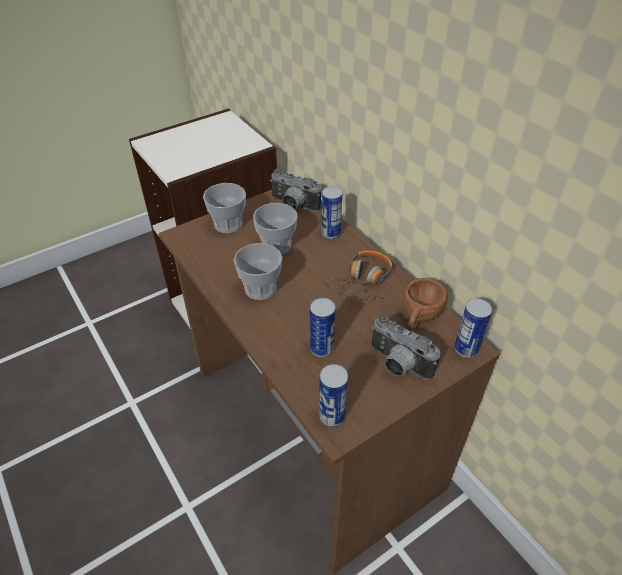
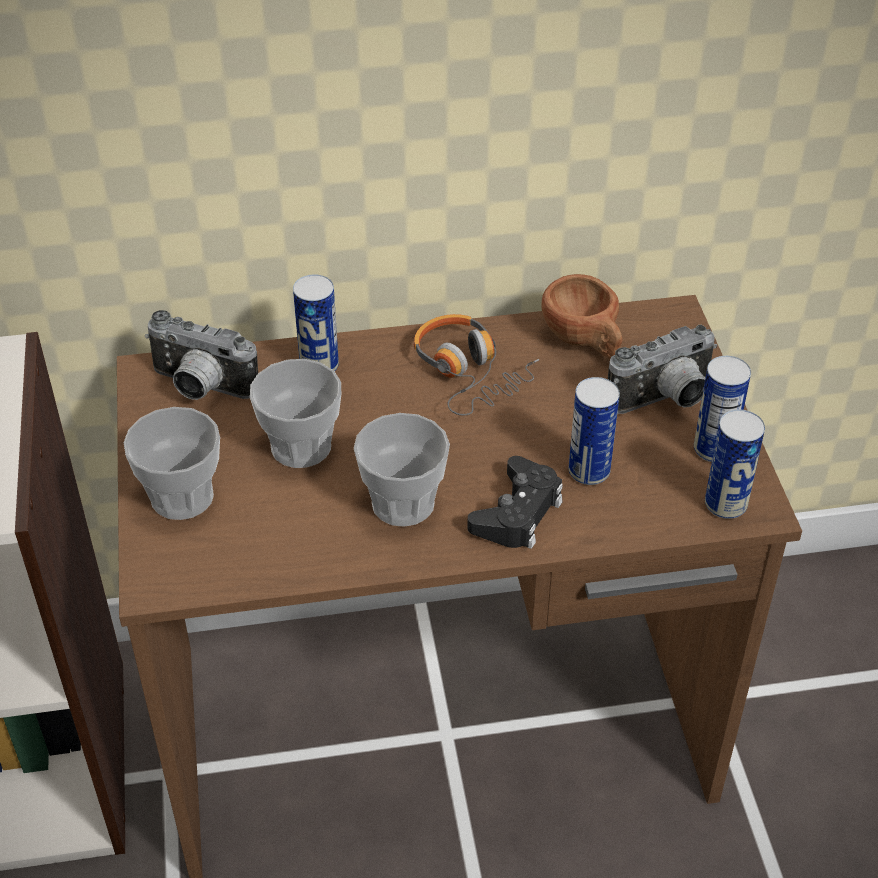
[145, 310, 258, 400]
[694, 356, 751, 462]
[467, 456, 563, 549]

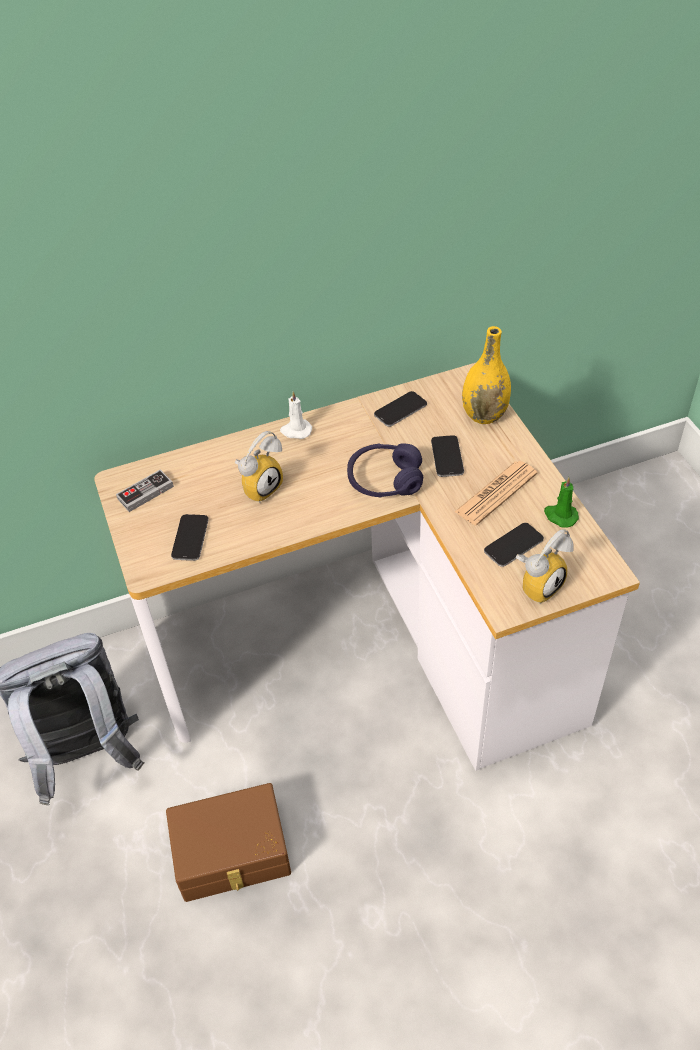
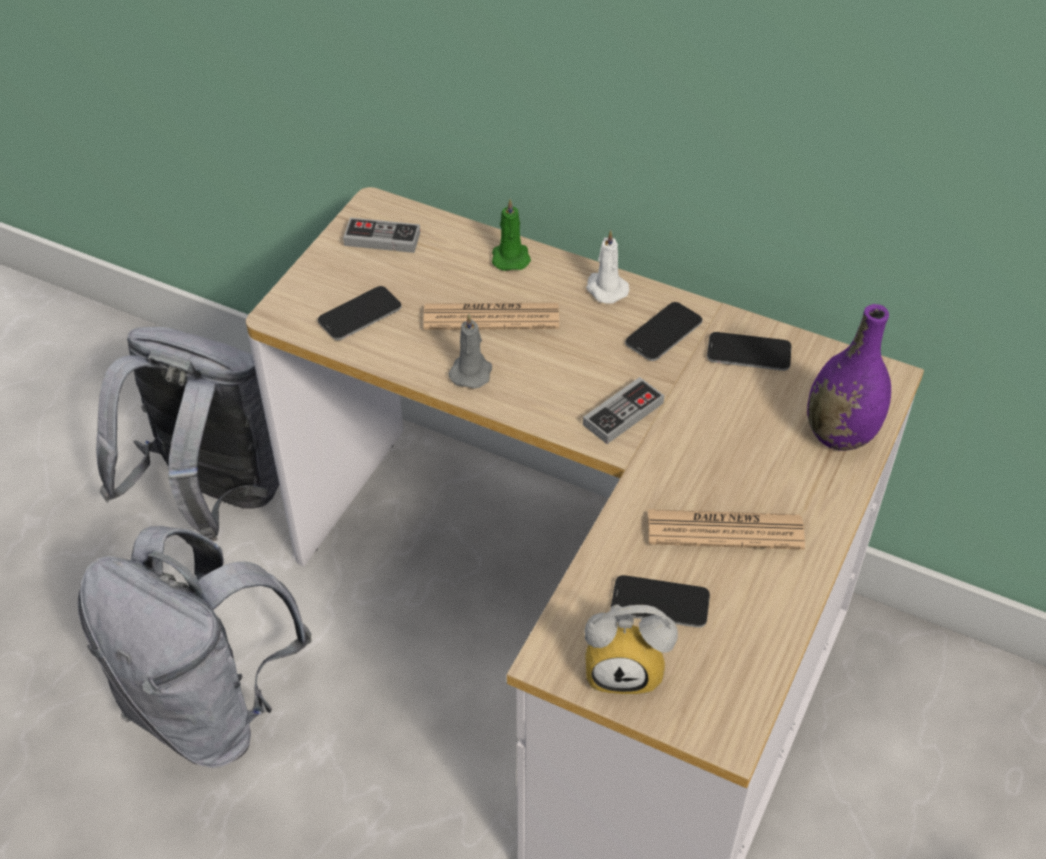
[807, 304, 891, 451]
[423, 303, 559, 330]
[625, 302, 702, 361]
[583, 377, 664, 444]
[492, 199, 531, 271]
[78, 526, 312, 768]
[448, 314, 492, 389]

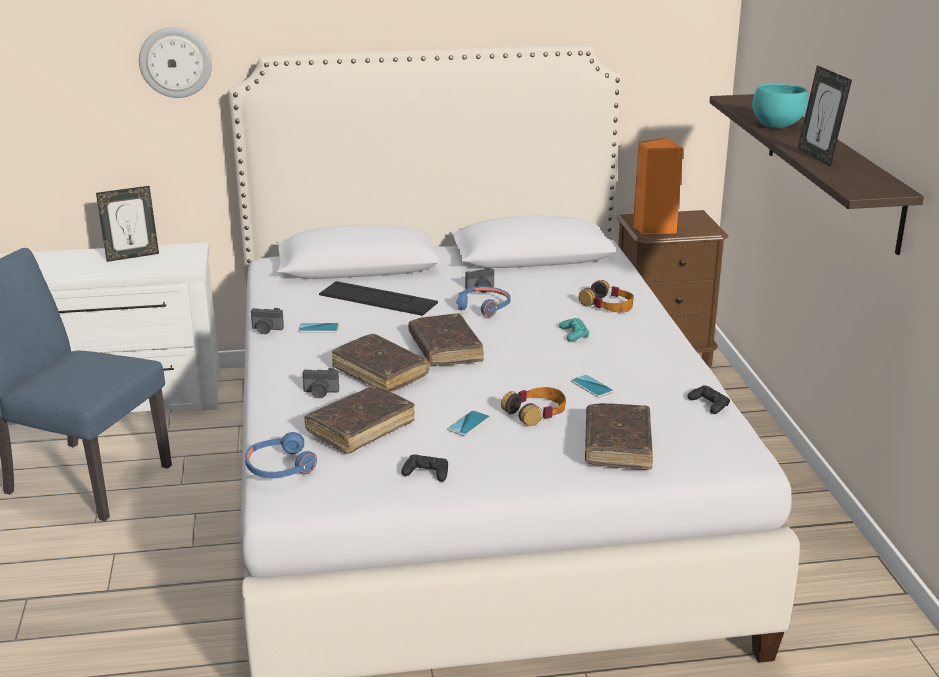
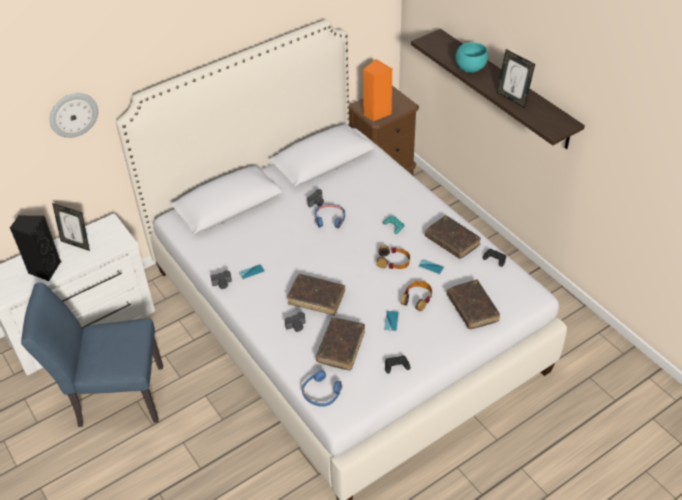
[52, 203, 90, 251]
[376, 245, 410, 269]
[319, 281, 438, 316] (first image)
[425, 215, 481, 259]
[10, 216, 61, 281]

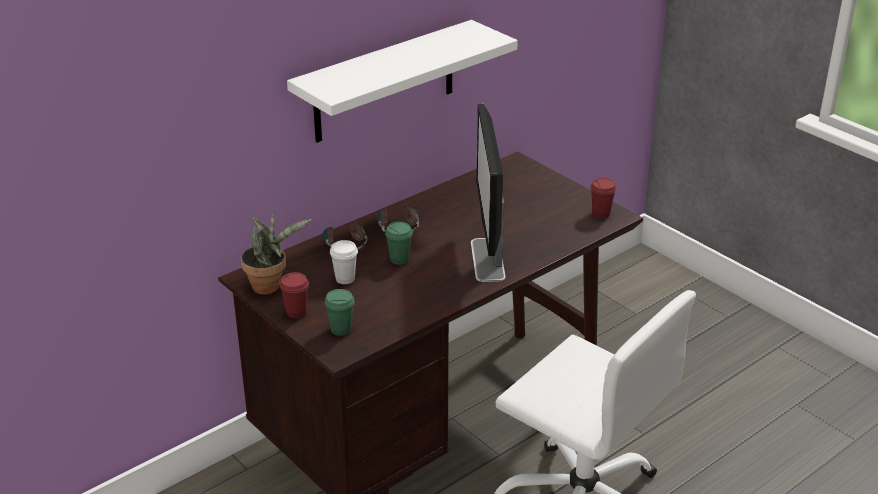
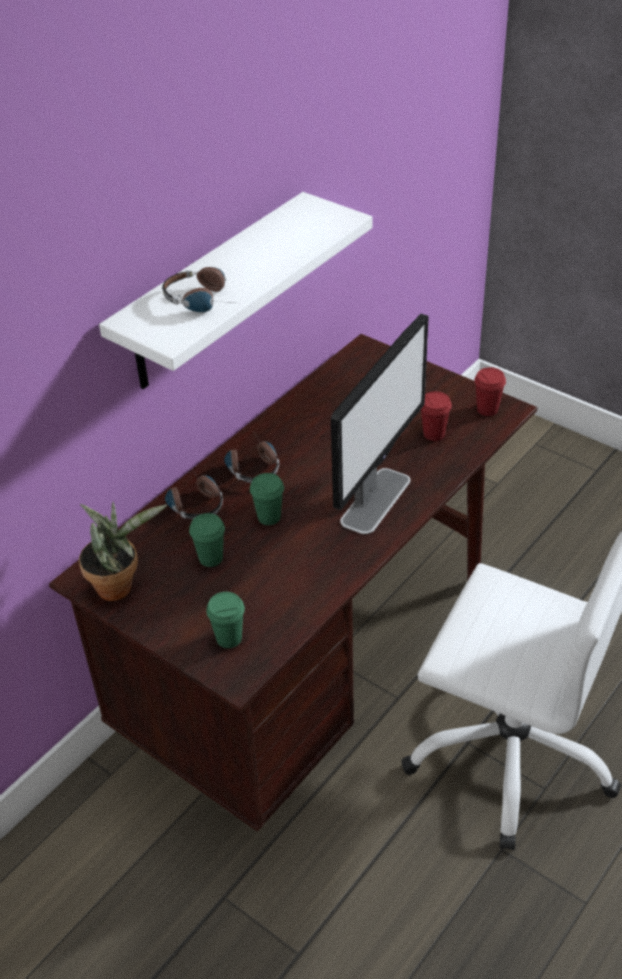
[331, 314, 429, 534]
[189, 513, 225, 567]
[421, 391, 452, 441]
[162, 267, 234, 312]

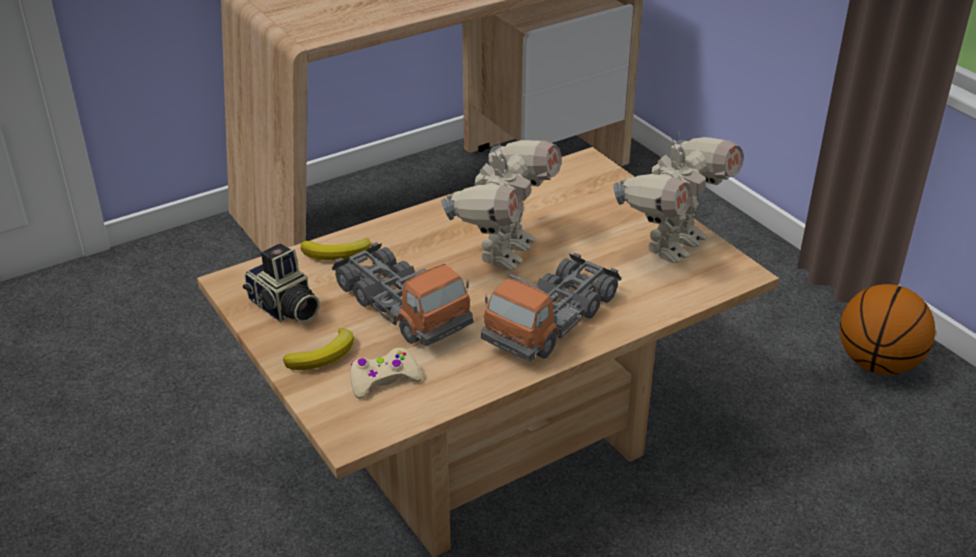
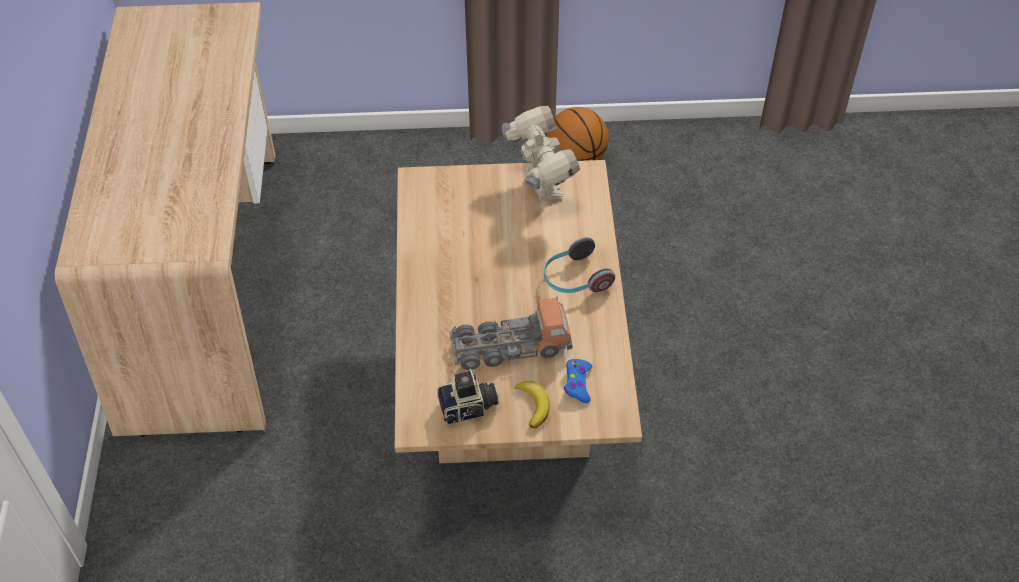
[441, 138, 562, 270] (first image)
[301, 238, 371, 260] (first image)
[544, 237, 615, 293]
[564, 359, 592, 404]

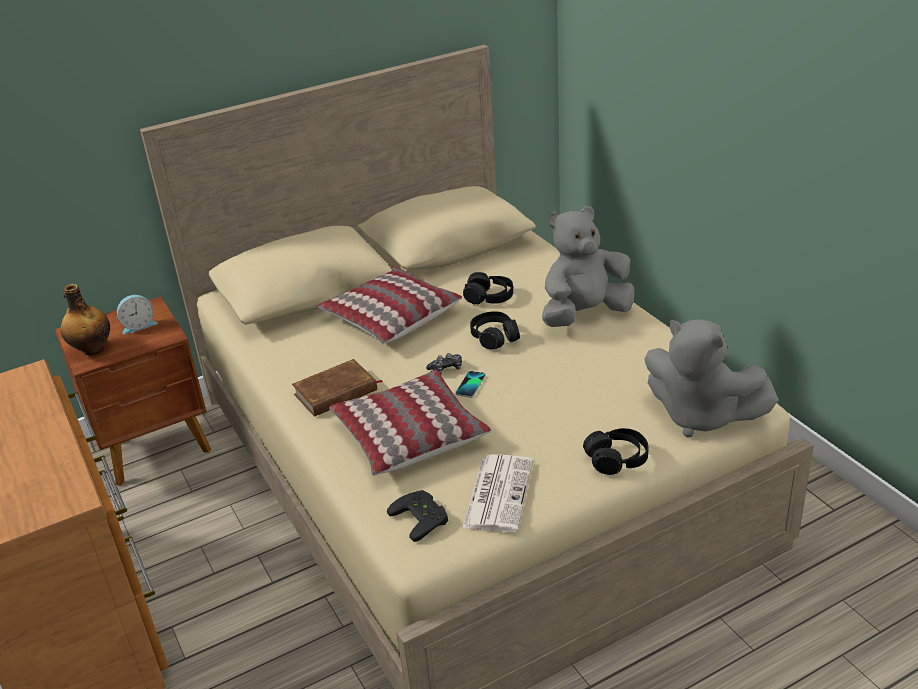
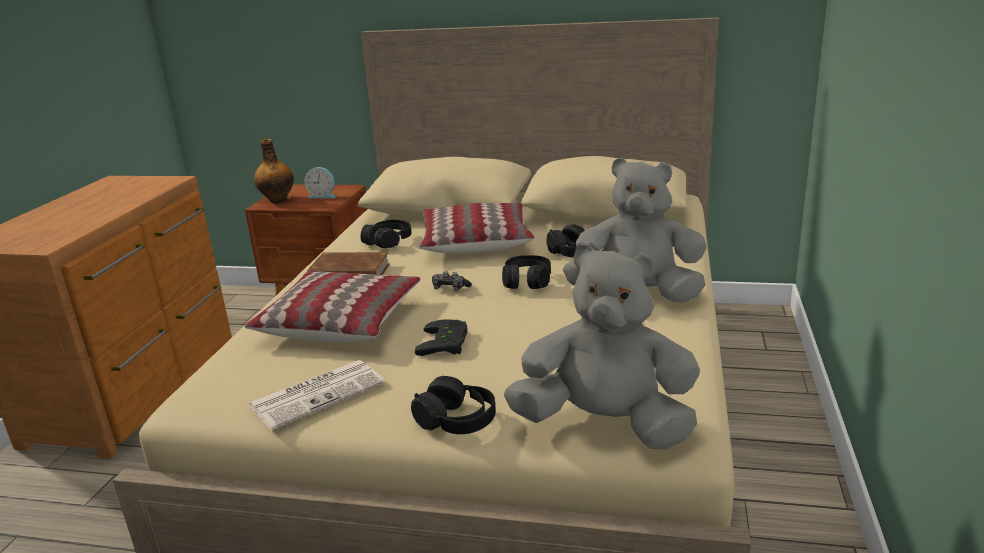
[504, 244, 700, 450]
[456, 371, 486, 398] (first image)
[415, 319, 467, 356]
[361, 220, 411, 248]

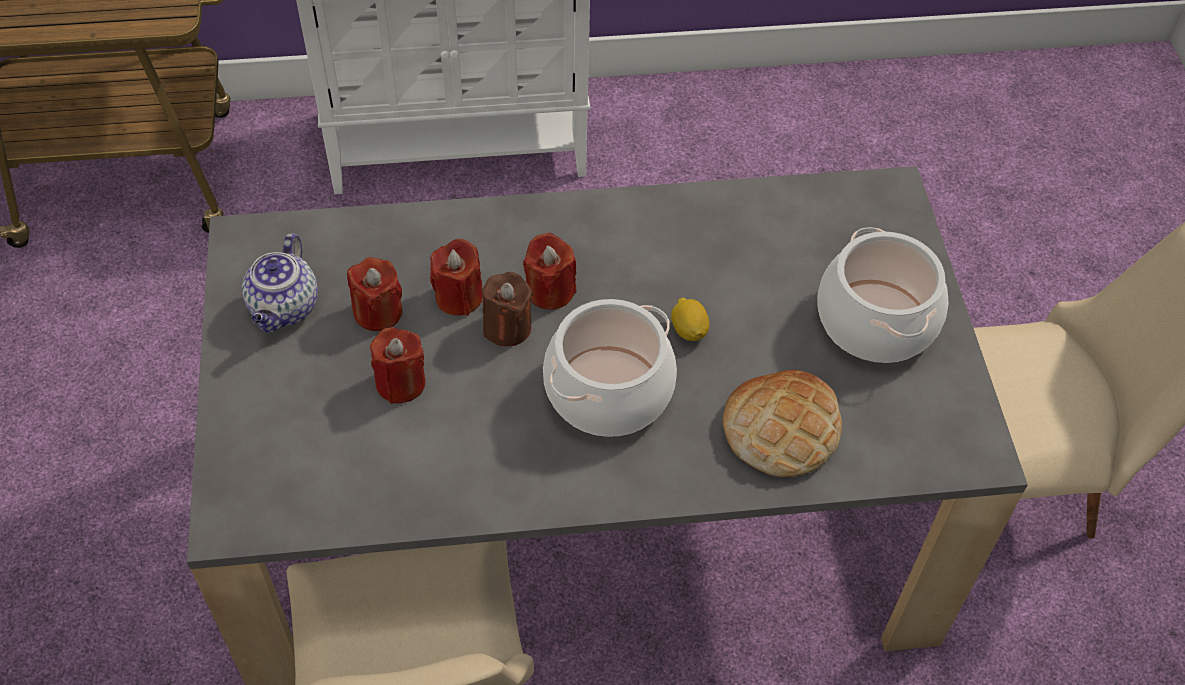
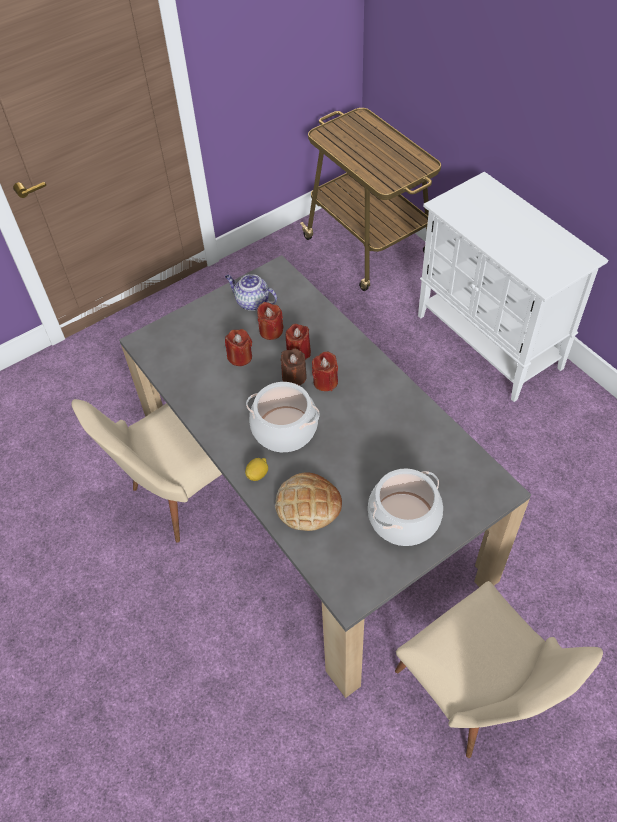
[225, 274, 277, 311]
[245, 458, 268, 481]

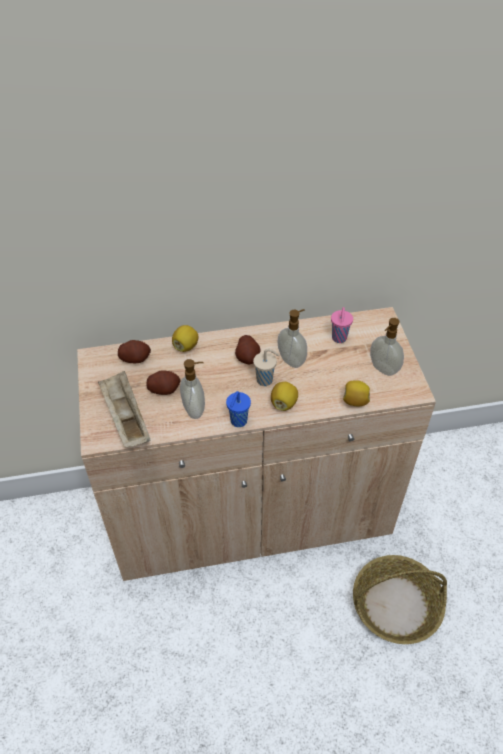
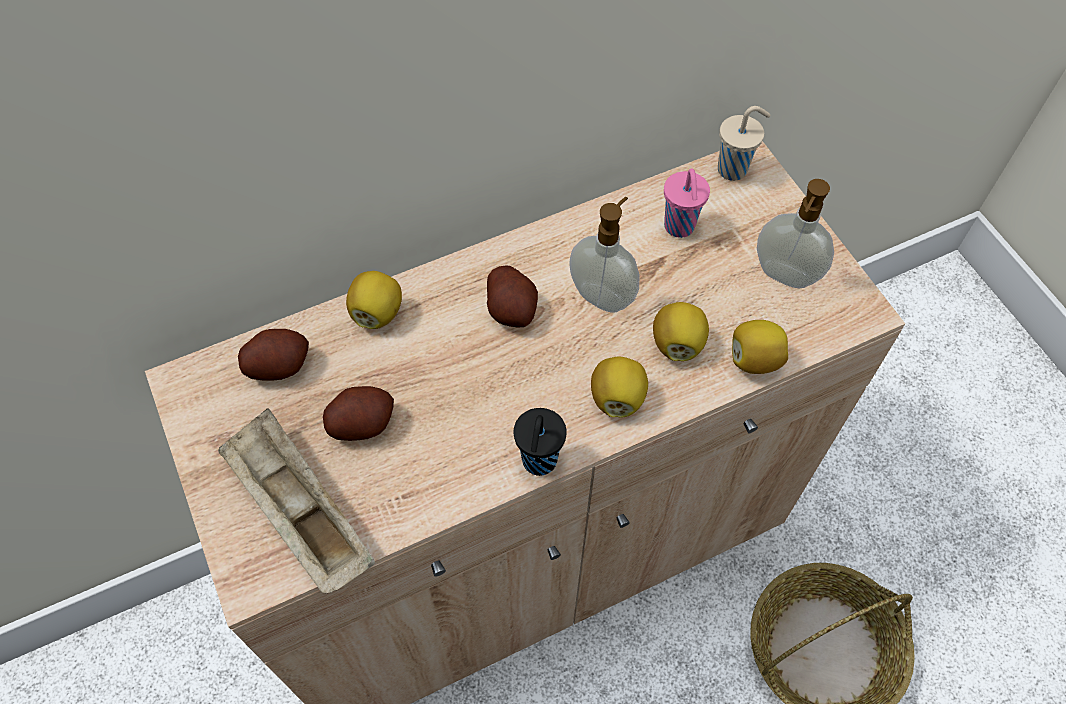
[718, 106, 771, 181]
[180, 359, 205, 419] (first image)
[514, 408, 567, 476]
[653, 302, 709, 361]

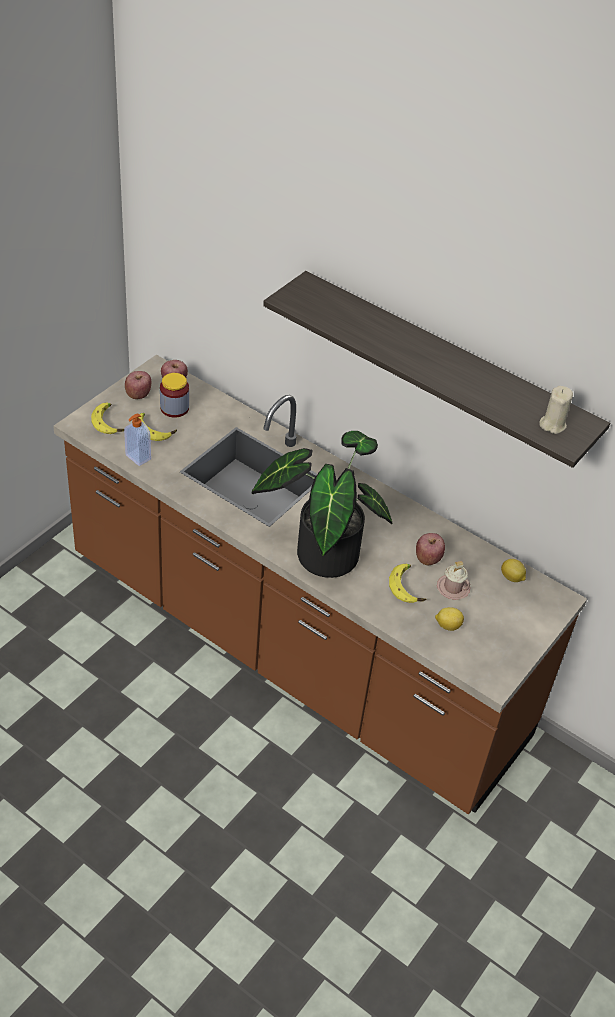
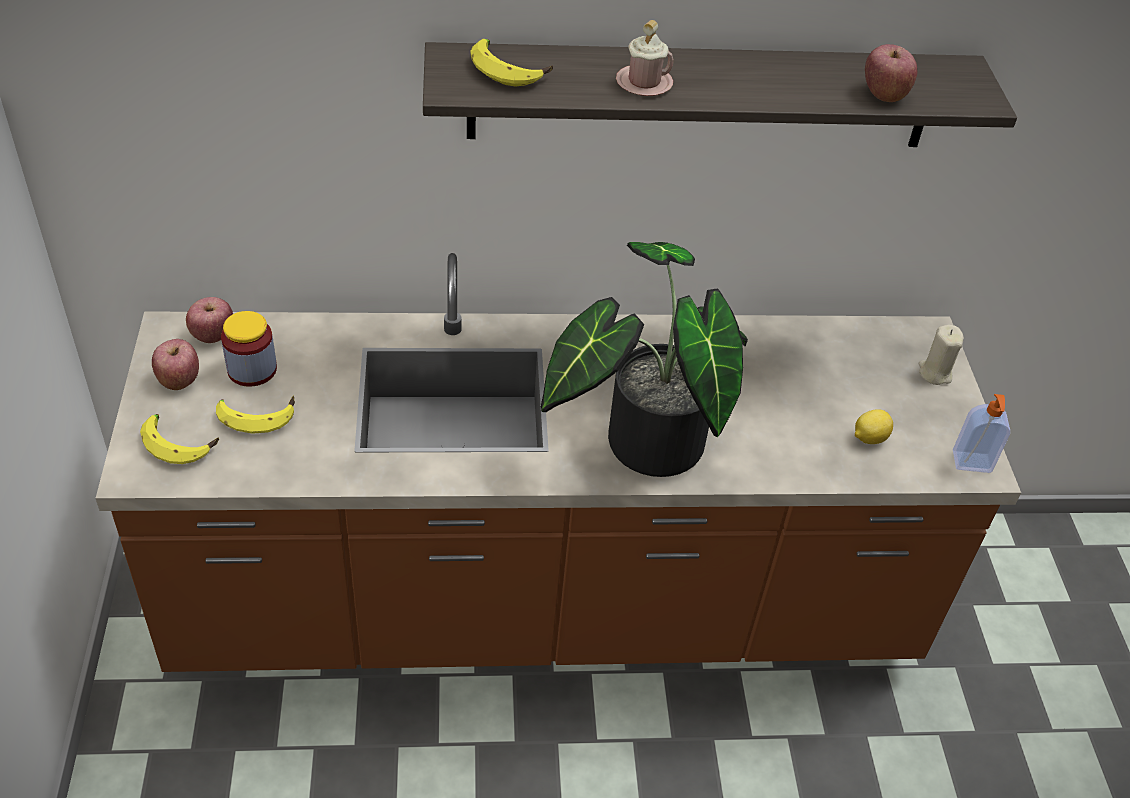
[918, 325, 964, 385]
[953, 394, 1010, 473]
[865, 44, 917, 102]
[501, 559, 526, 582] (first image)
[616, 20, 674, 96]
[470, 39, 553, 87]

